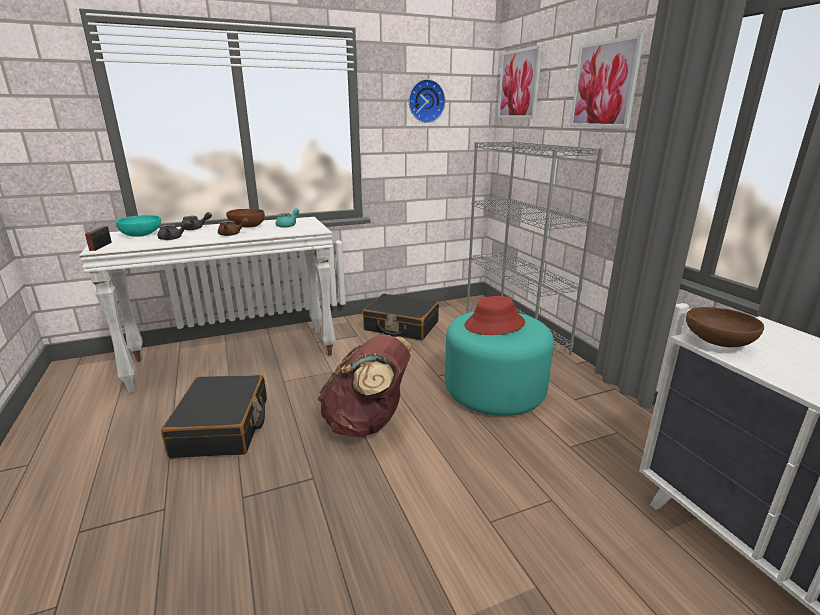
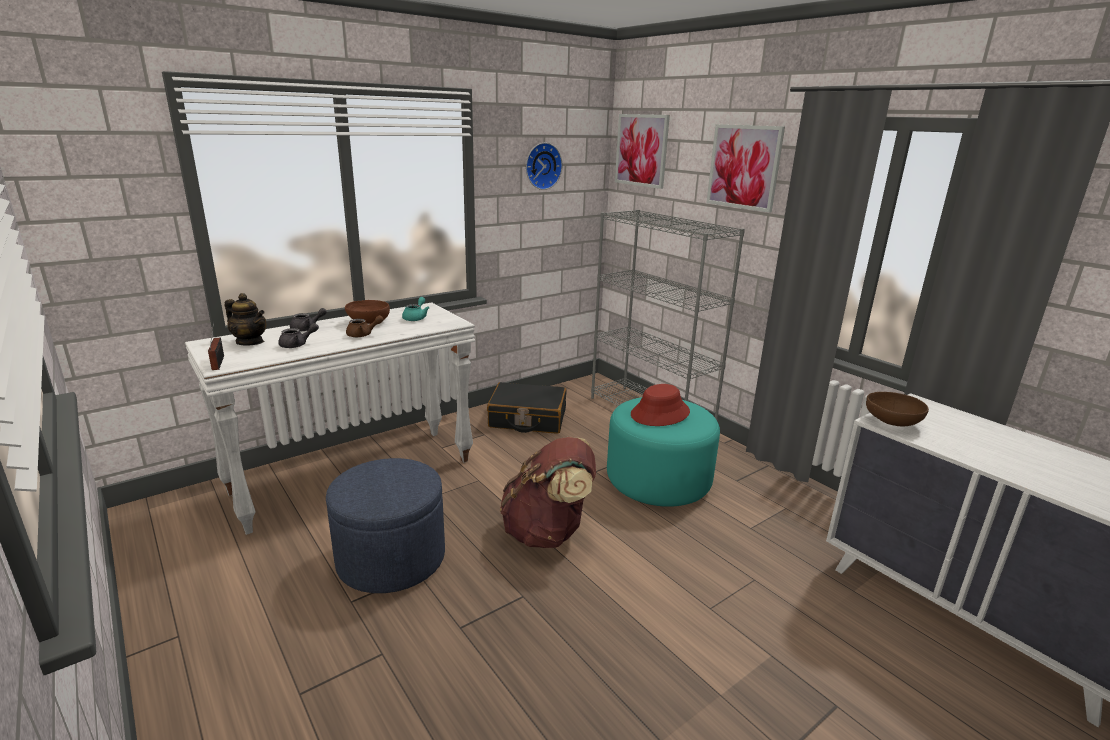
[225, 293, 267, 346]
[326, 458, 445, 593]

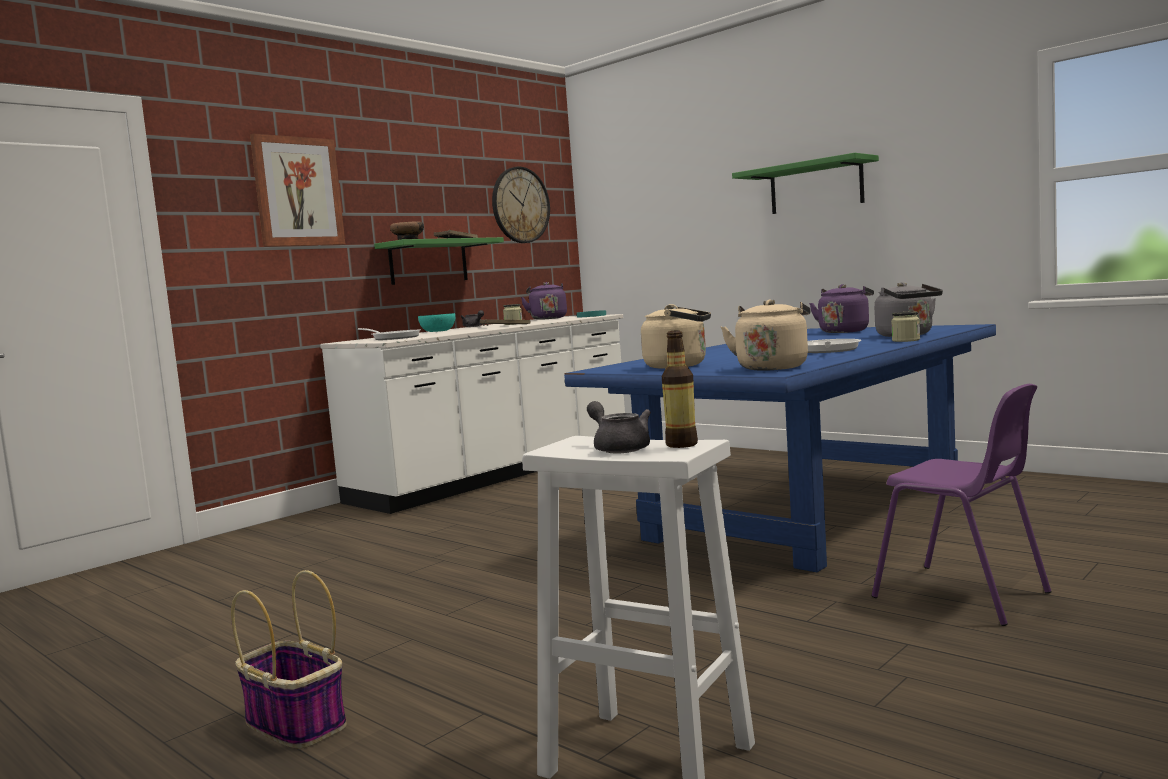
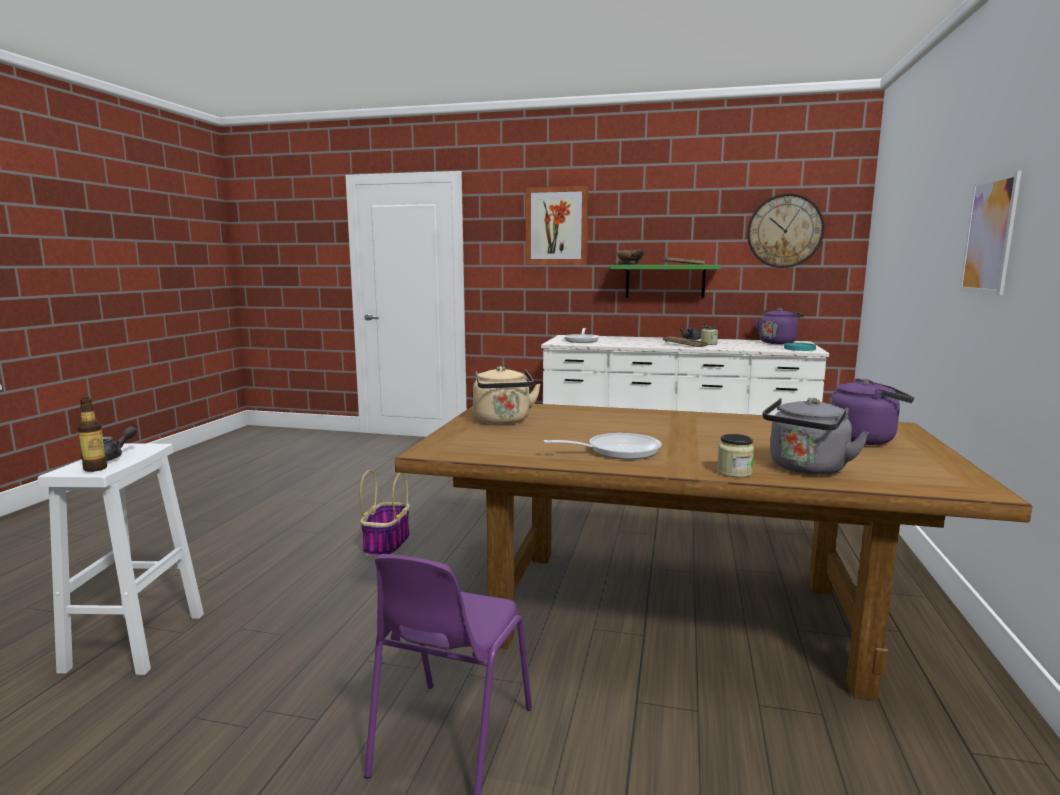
[959, 170, 1022, 295]
[721, 299, 811, 371] (first image)
[418, 313, 455, 332] (first image)
[395, 404, 1032, 701]
[360, 470, 410, 557]

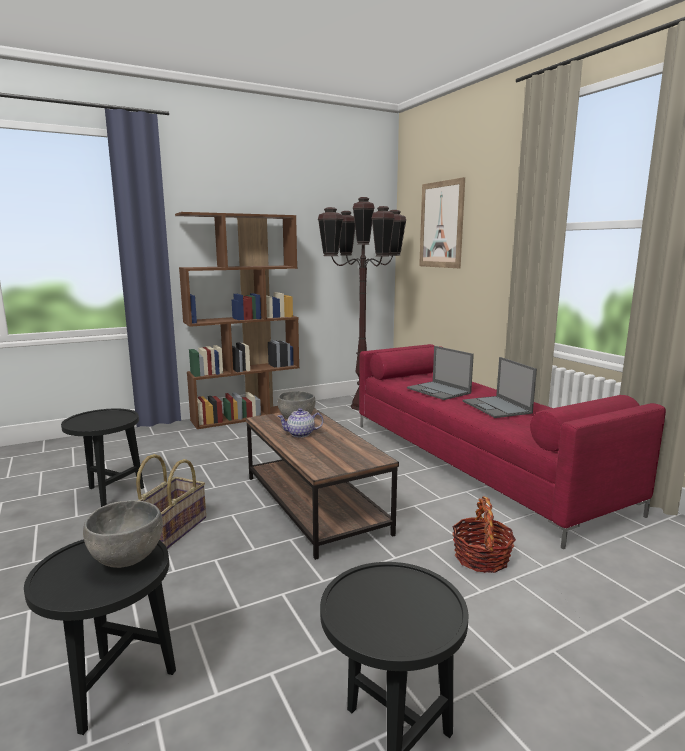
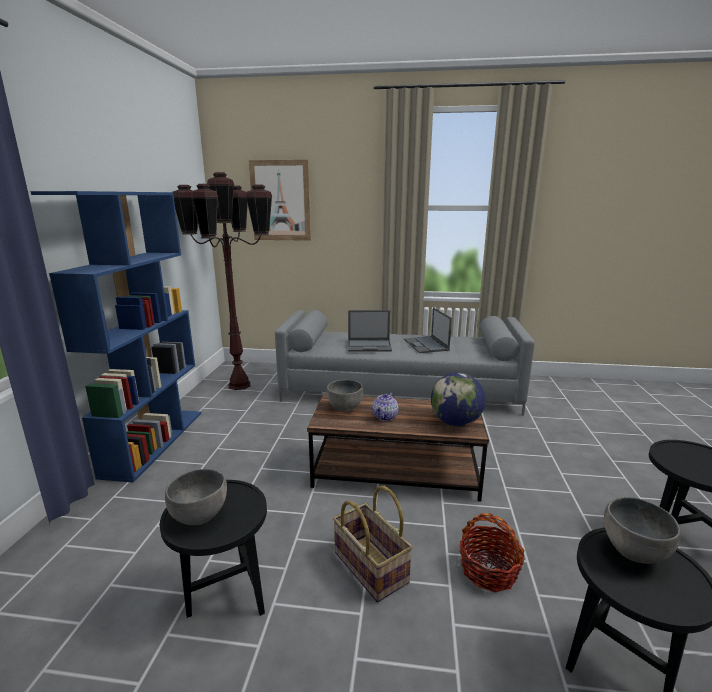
[30, 191, 201, 483]
[275, 310, 535, 416]
[404, 307, 452, 353]
[459, 513, 524, 592]
[431, 372, 486, 426]
[165, 469, 227, 525]

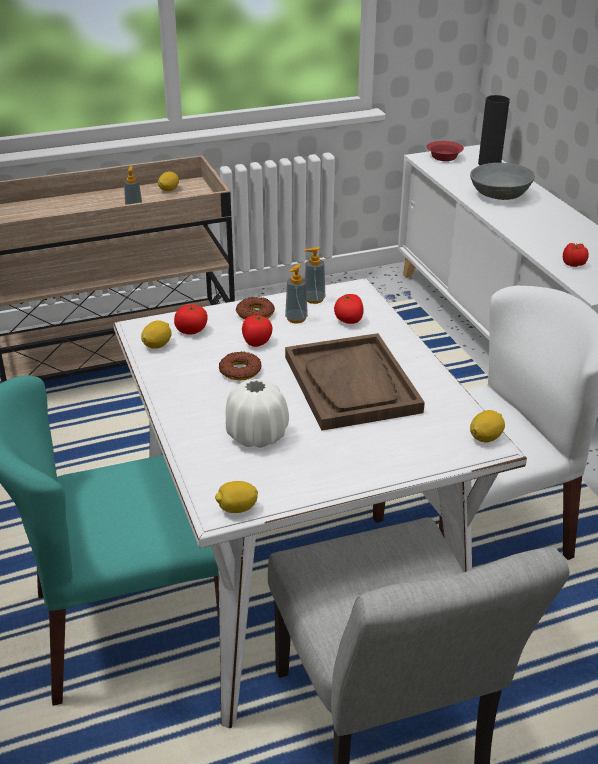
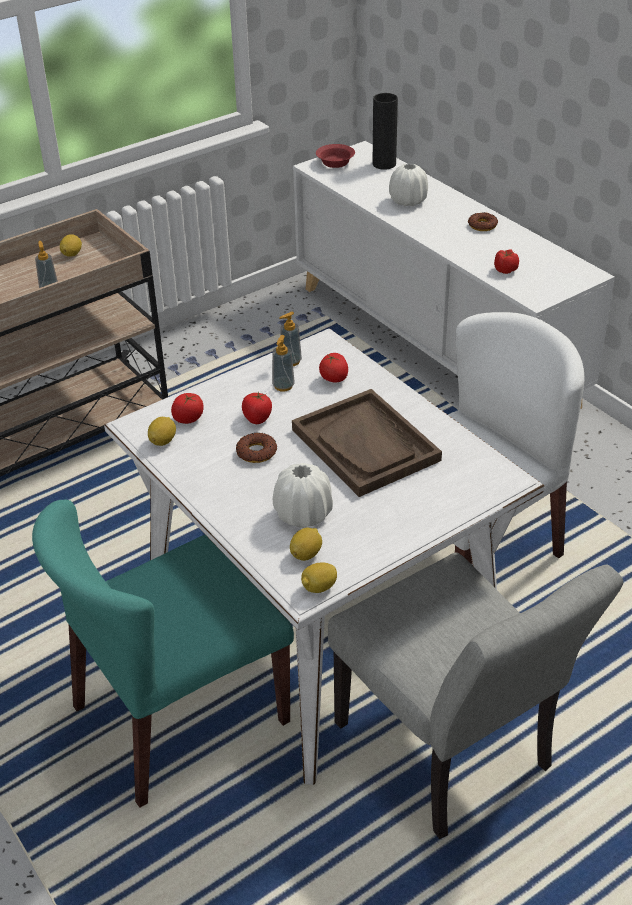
[389, 163, 428, 206]
[468, 212, 498, 231]
[290, 527, 322, 561]

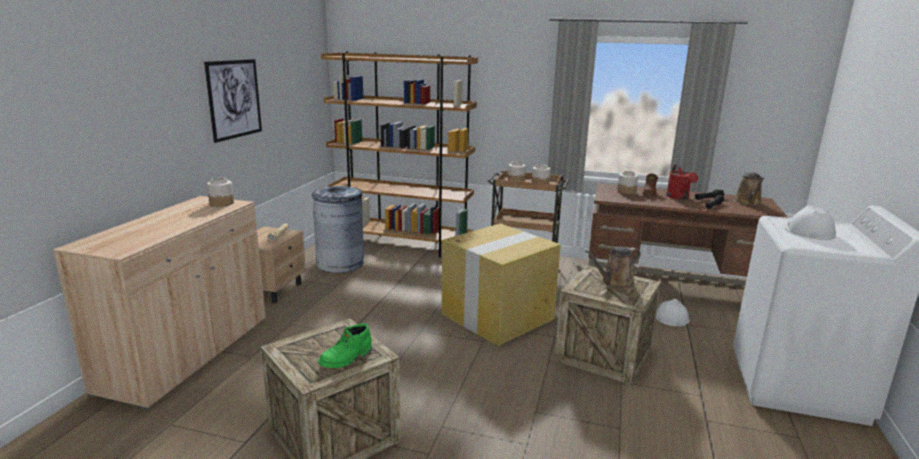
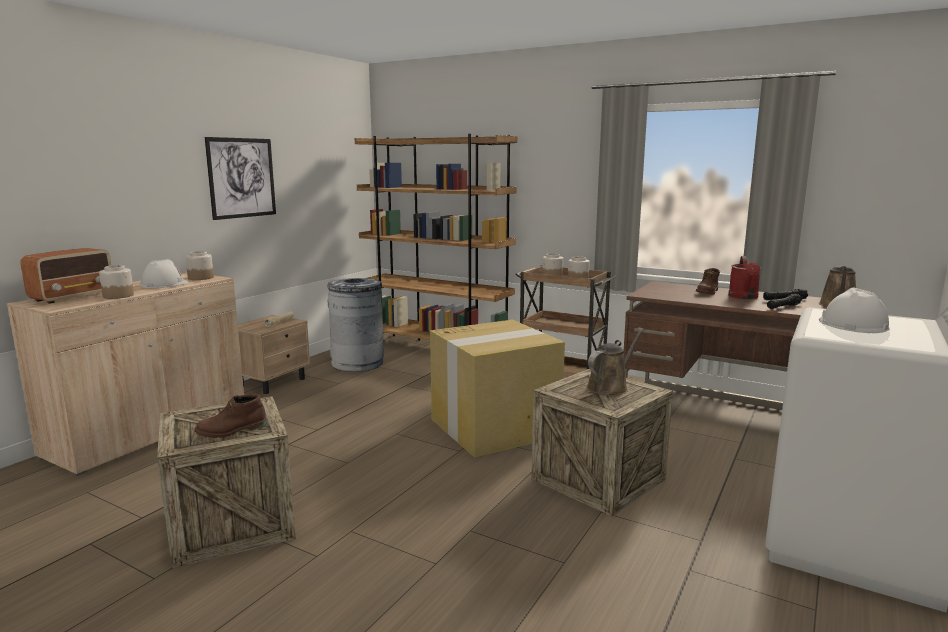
[99, 265, 134, 299]
[587, 329, 644, 395]
[140, 259, 189, 288]
[195, 394, 266, 438]
[21, 248, 111, 304]

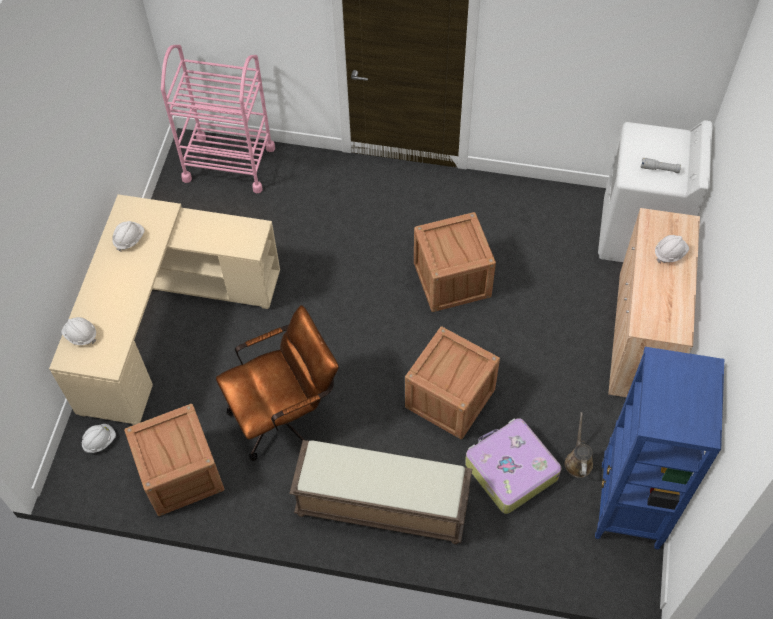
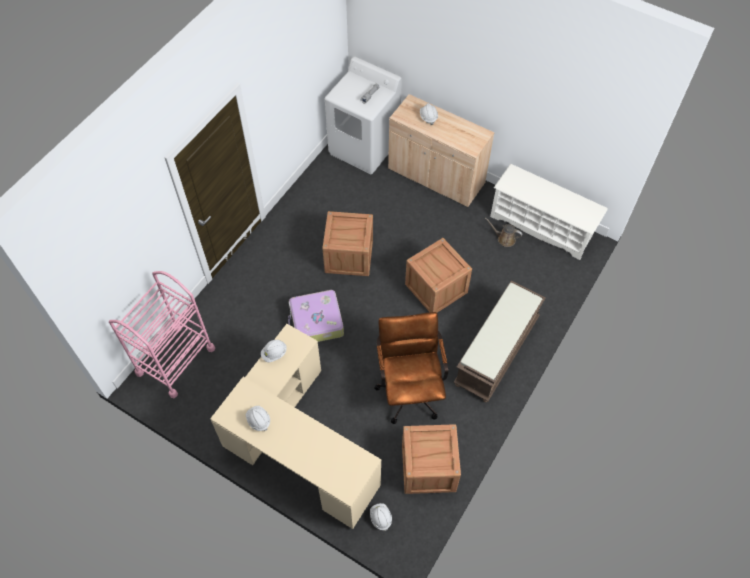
[261, 340, 287, 362]
[490, 164, 608, 260]
[288, 290, 344, 342]

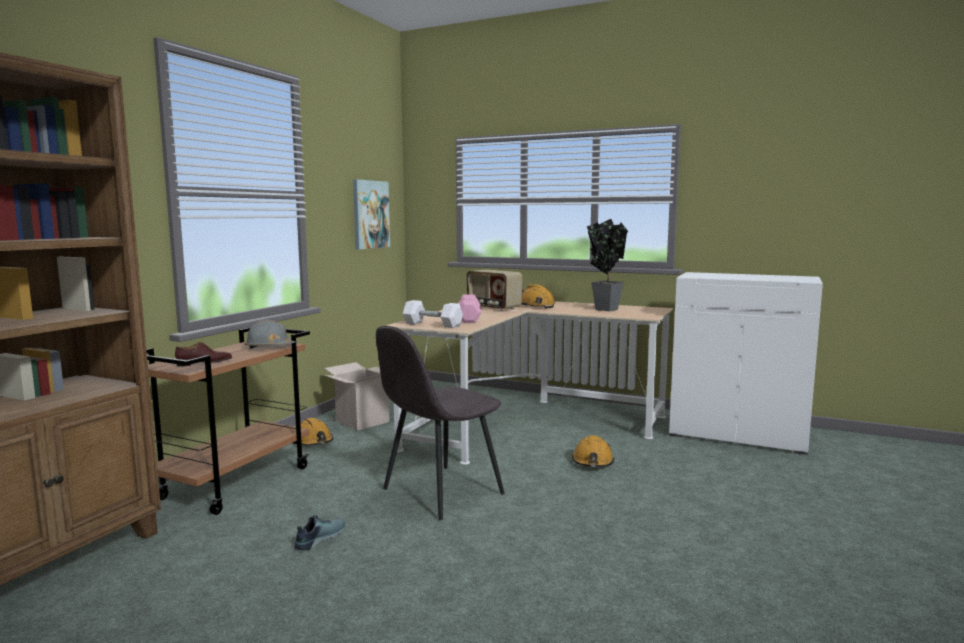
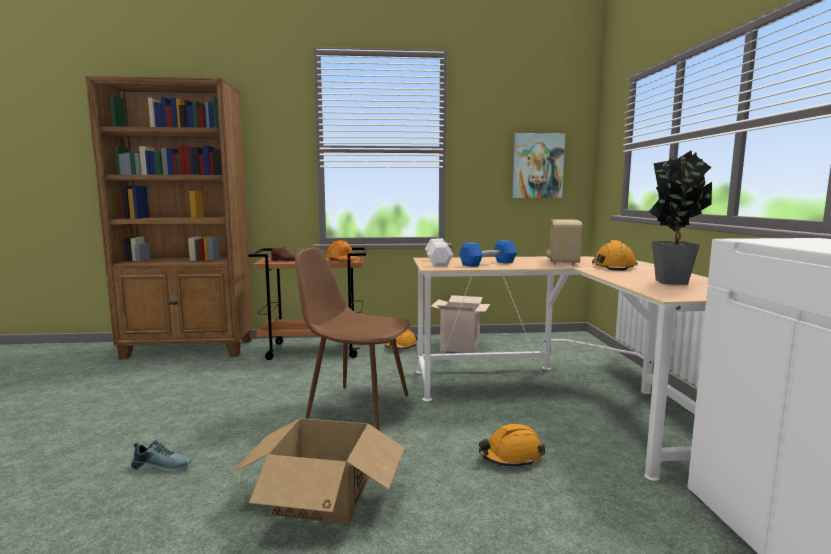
[459, 240, 517, 267]
[326, 240, 357, 260]
[295, 246, 410, 430]
[131, 440, 191, 472]
[231, 418, 405, 524]

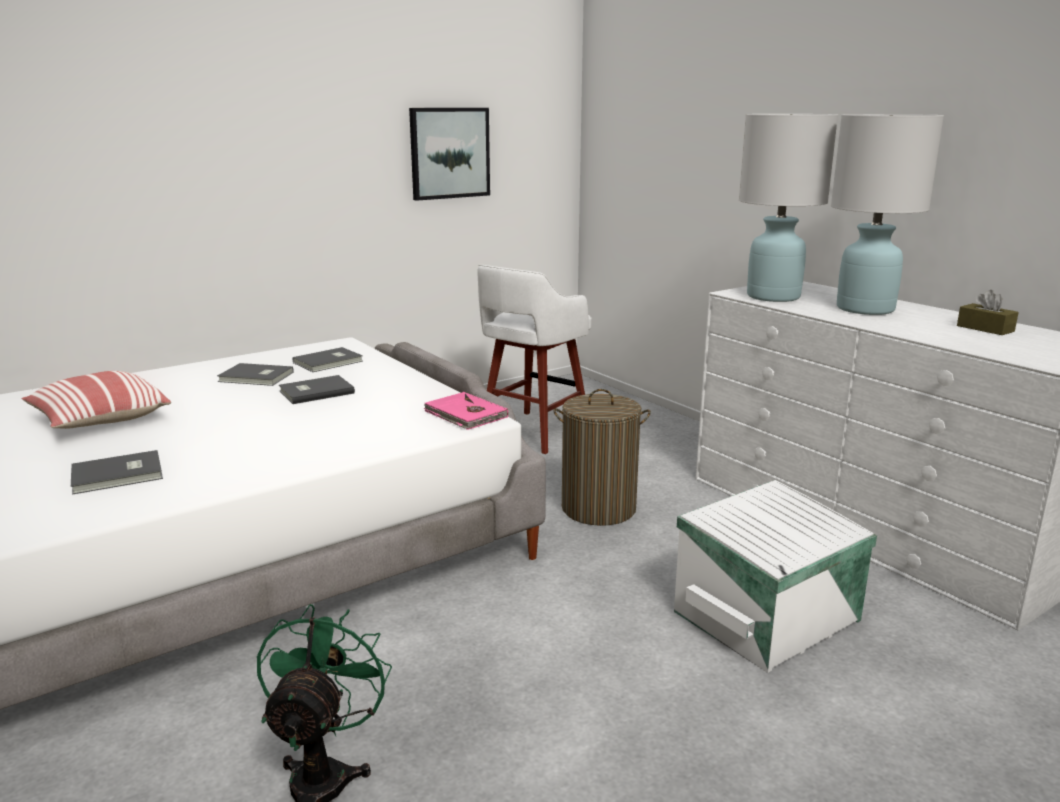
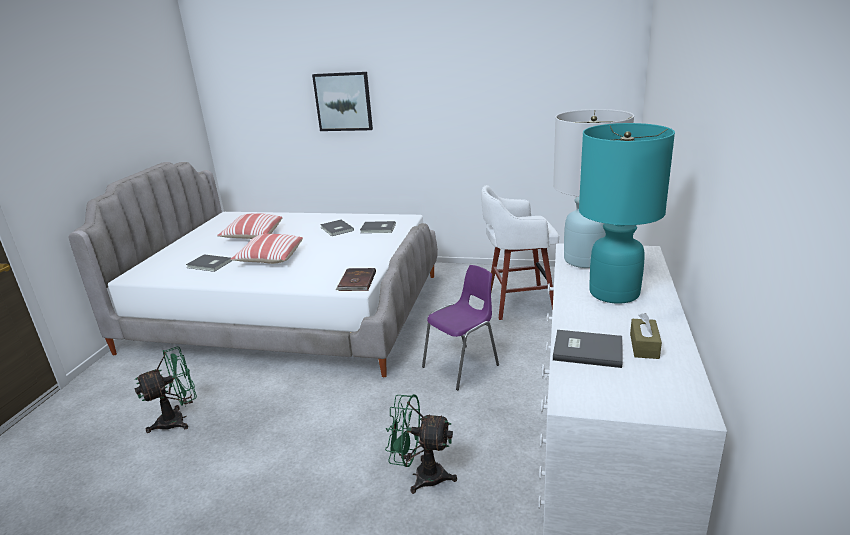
[312, 72, 373, 131]
[579, 123, 675, 304]
[553, 330, 623, 368]
[422, 265, 499, 390]
[336, 268, 376, 291]
[385, 394, 457, 494]
[230, 234, 303, 264]

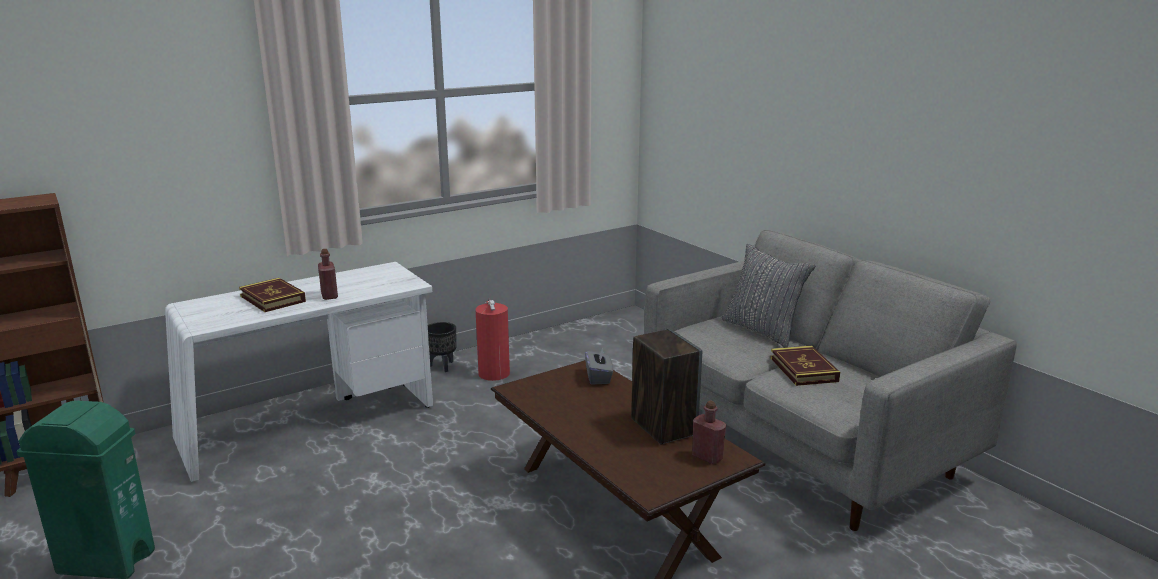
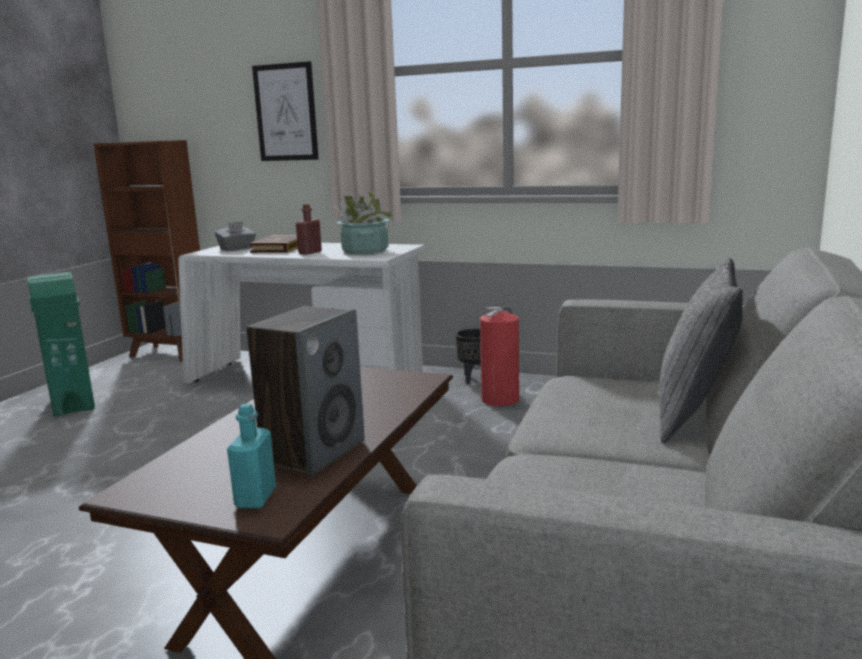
[770, 346, 840, 386] (first image)
[215, 221, 256, 251]
[227, 404, 276, 509]
[252, 61, 319, 161]
[334, 191, 398, 254]

